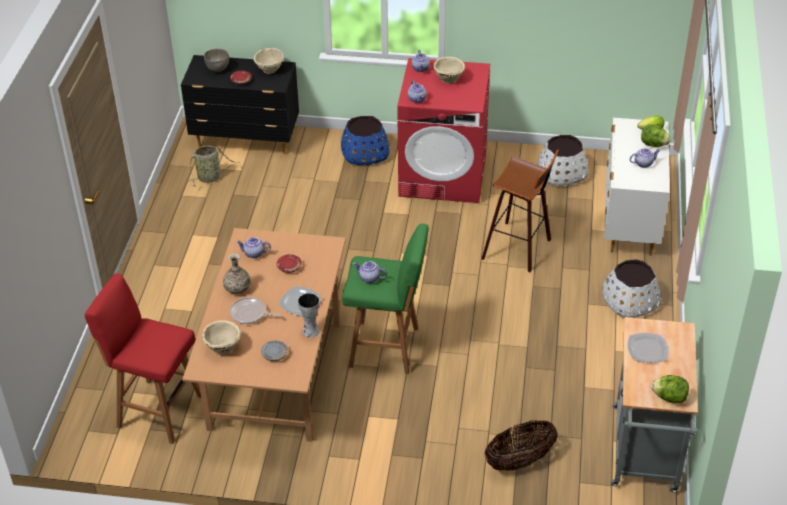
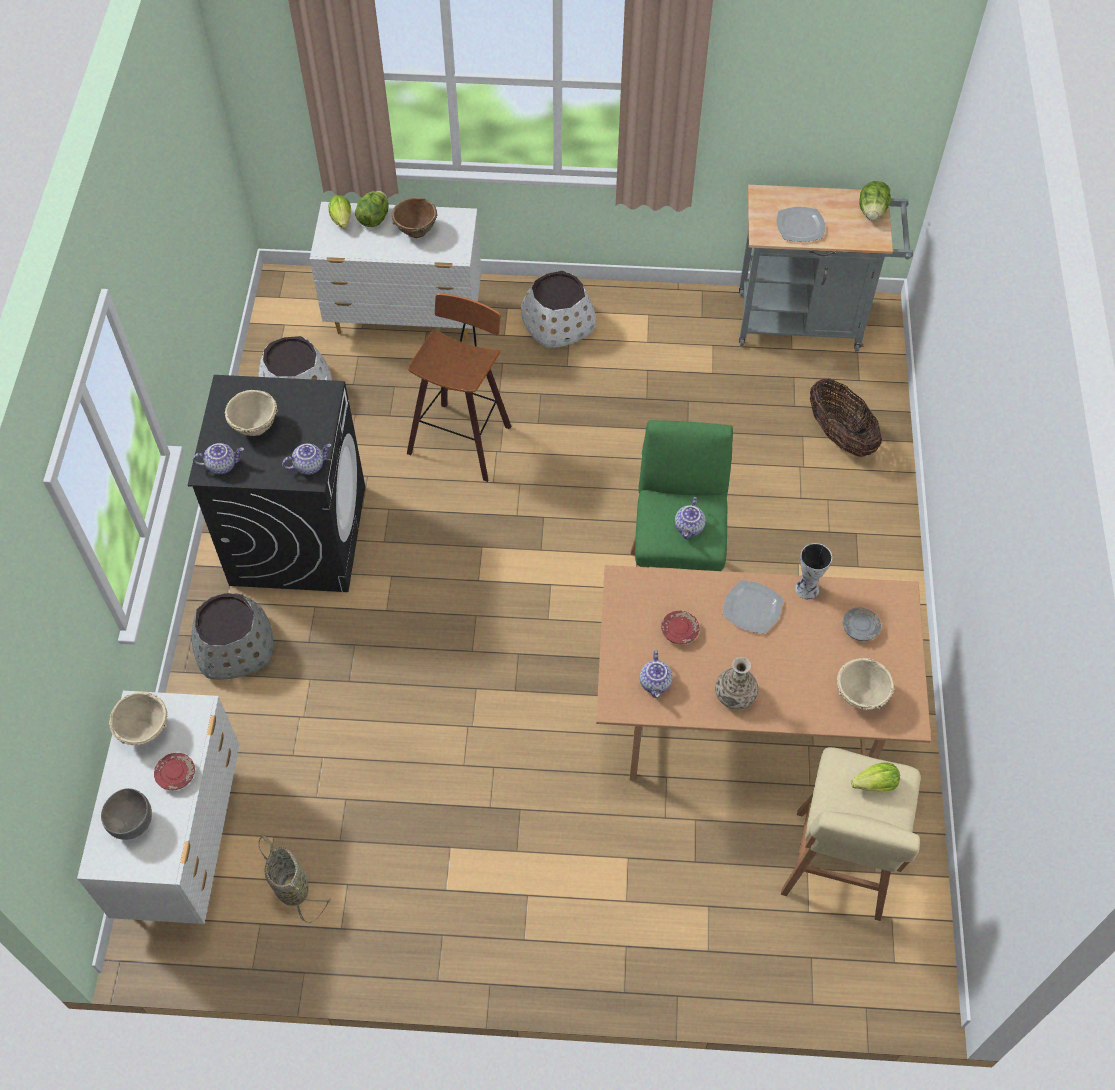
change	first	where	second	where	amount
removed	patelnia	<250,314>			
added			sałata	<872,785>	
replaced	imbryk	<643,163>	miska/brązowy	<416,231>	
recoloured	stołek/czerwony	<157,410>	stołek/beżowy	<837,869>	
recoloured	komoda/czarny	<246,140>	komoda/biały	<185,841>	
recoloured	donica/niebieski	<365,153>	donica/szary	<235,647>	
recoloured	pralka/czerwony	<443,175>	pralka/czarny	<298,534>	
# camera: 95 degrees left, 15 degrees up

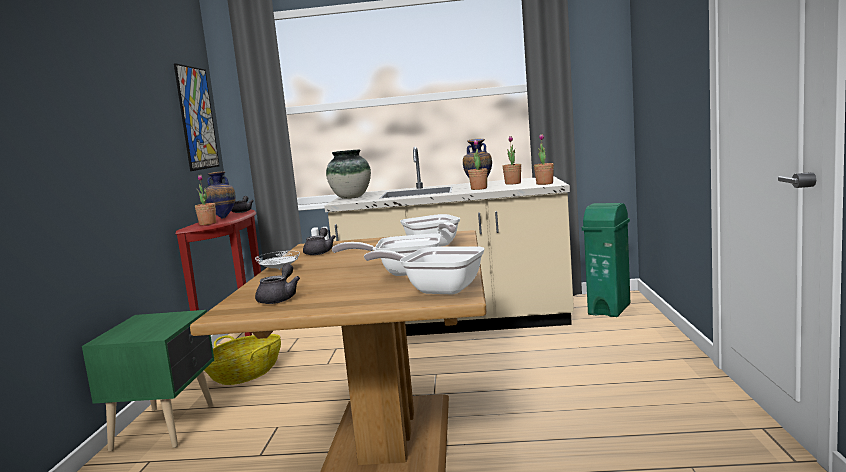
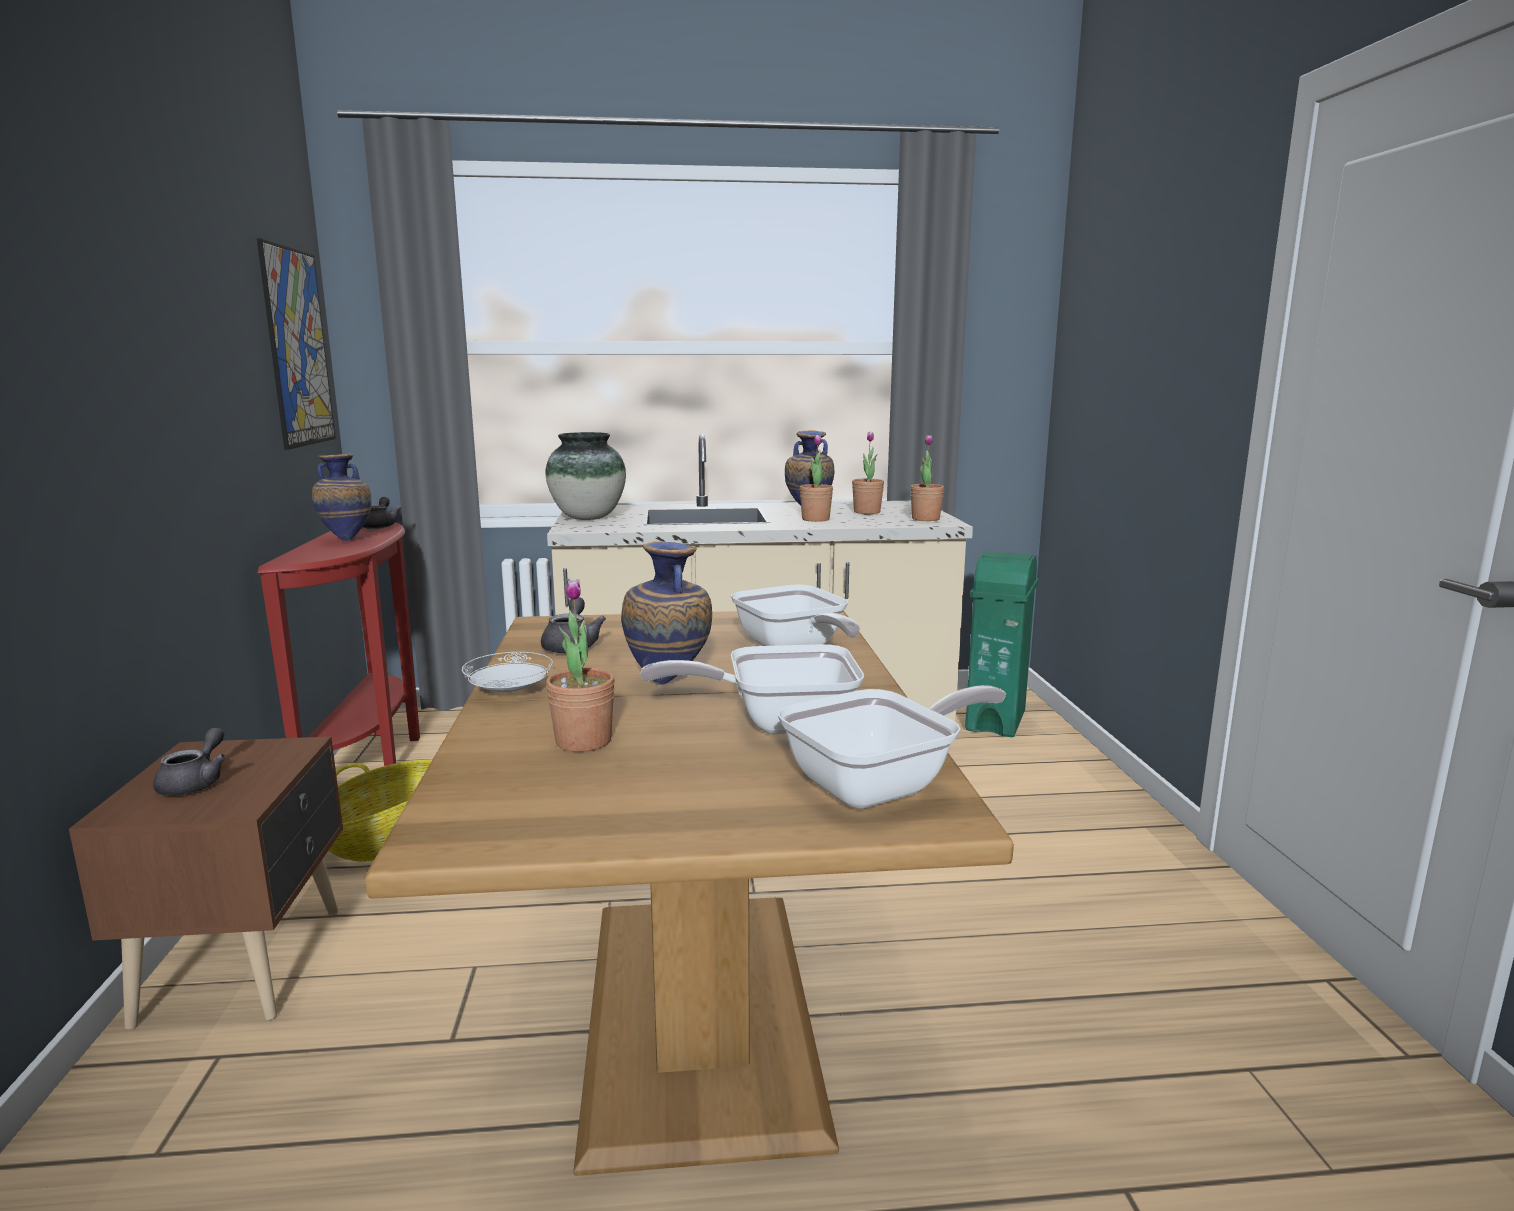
change	first	where	second	where	amount
added			wazon	<669,682>	
moved	roślina doniczkowa	<207,224>		<583,741>	
moved	imbryk/szary	<279,298>		<196,783>	
recoloured	szafka nocna/zielony	<167,426>	szafka nocna/brązowy	<248,963>	
turned	patelnia	<437,289>		<882,785>	135 degrees clockwise
# camera: 10 degrees left, 5 degrees up

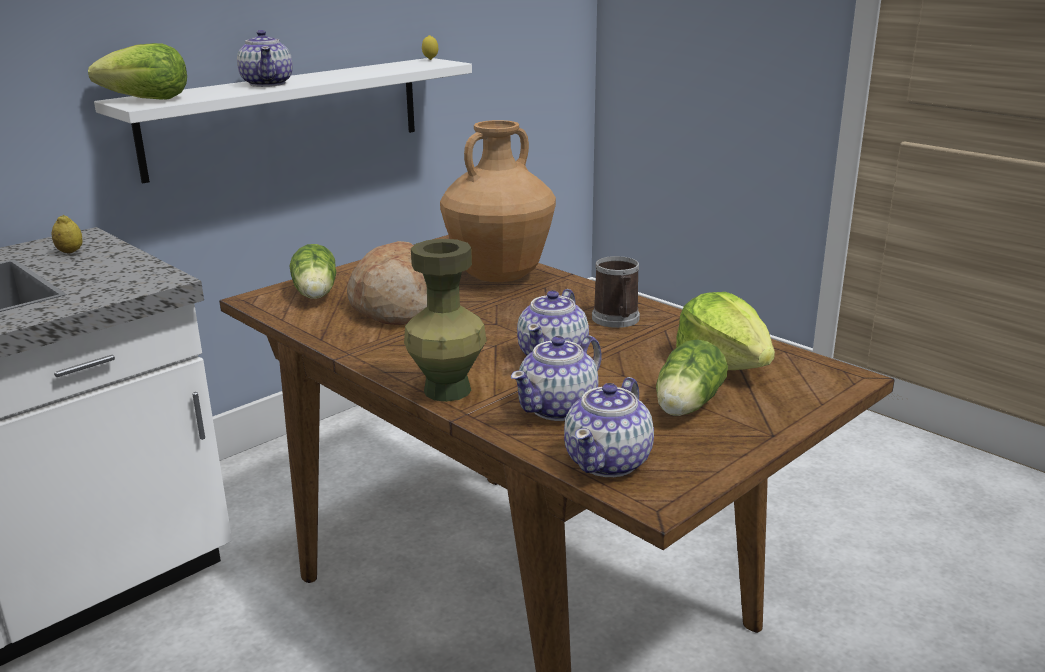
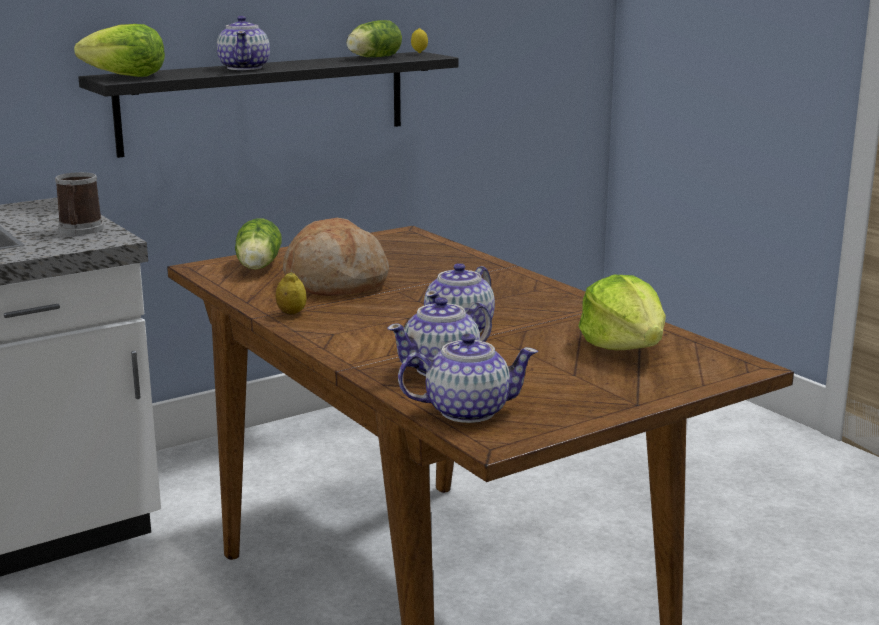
change	first	where	second	where	amount
removed	wazon/zielony	<447,390>			
removed	wazon/brązowy	<499,277>			
moved	cytryna	<70,252>		<291,313>	
moved	kubek	<617,320>		<79,230>	
moved	sałata	<685,407>		<372,58>	
recoloured	półka/biały	<287,116>	półka/czarny	<266,101>	
turned	imbryk	<609,461>		<466,411>	135 degrees counterclockwise
# camera: 10 degrees right, 5 degrees down

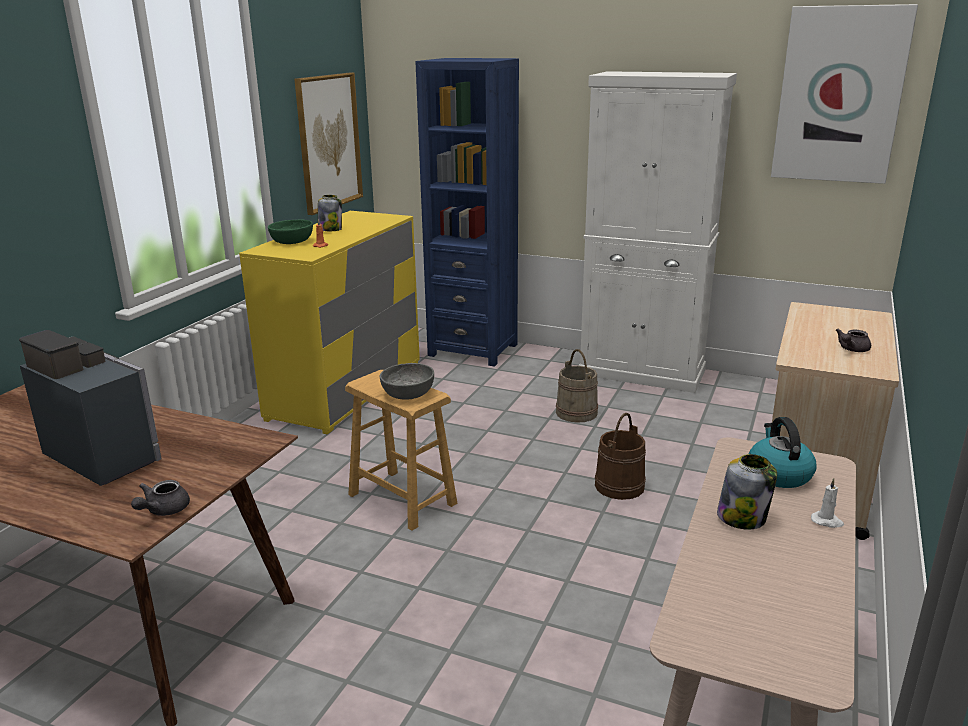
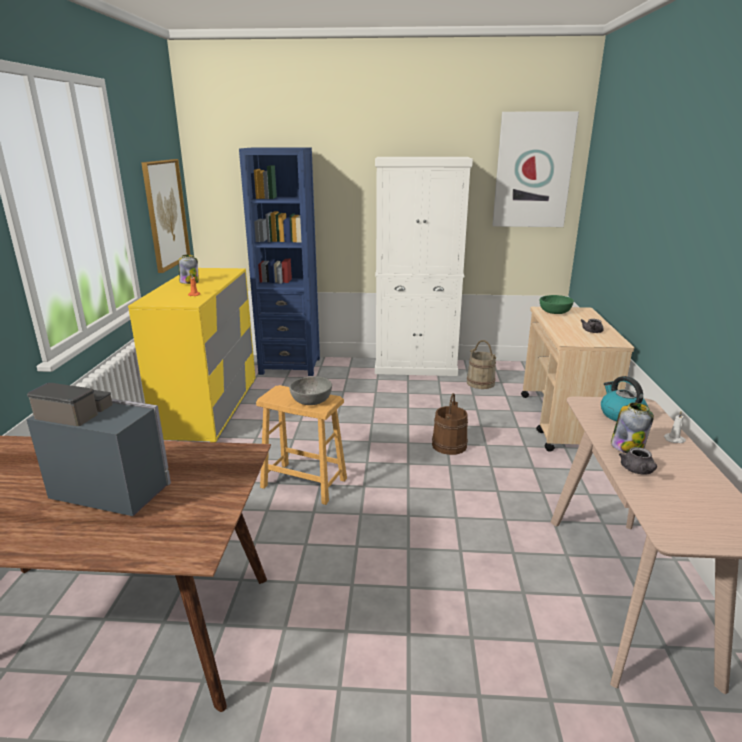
change	first	where	second	where	amount
moved	imbryk/szary	<163,510>		<638,471>	
moved	miska/zielony	<291,241>		<555,312>	
moved	wiadro/beżowy	<577,412>		<480,383>	
# camera: 20 degrees left, 0 degrees up

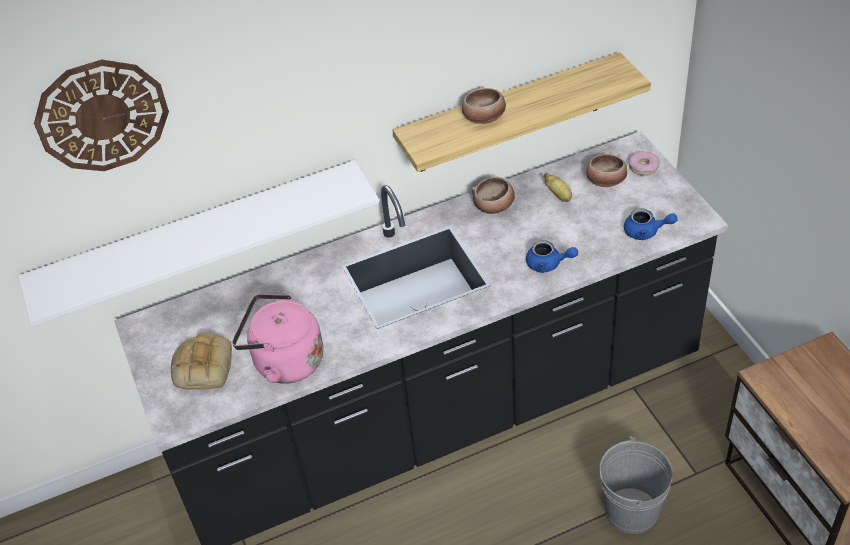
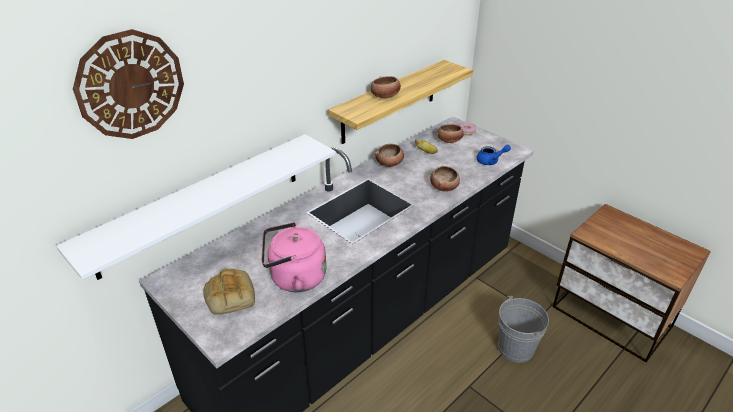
change	first	where	second	where	amount
replaced	imbryk/niebieski	<548,264>	miska	<444,187>	
# camera: 25 degrees left, 10 degrees down

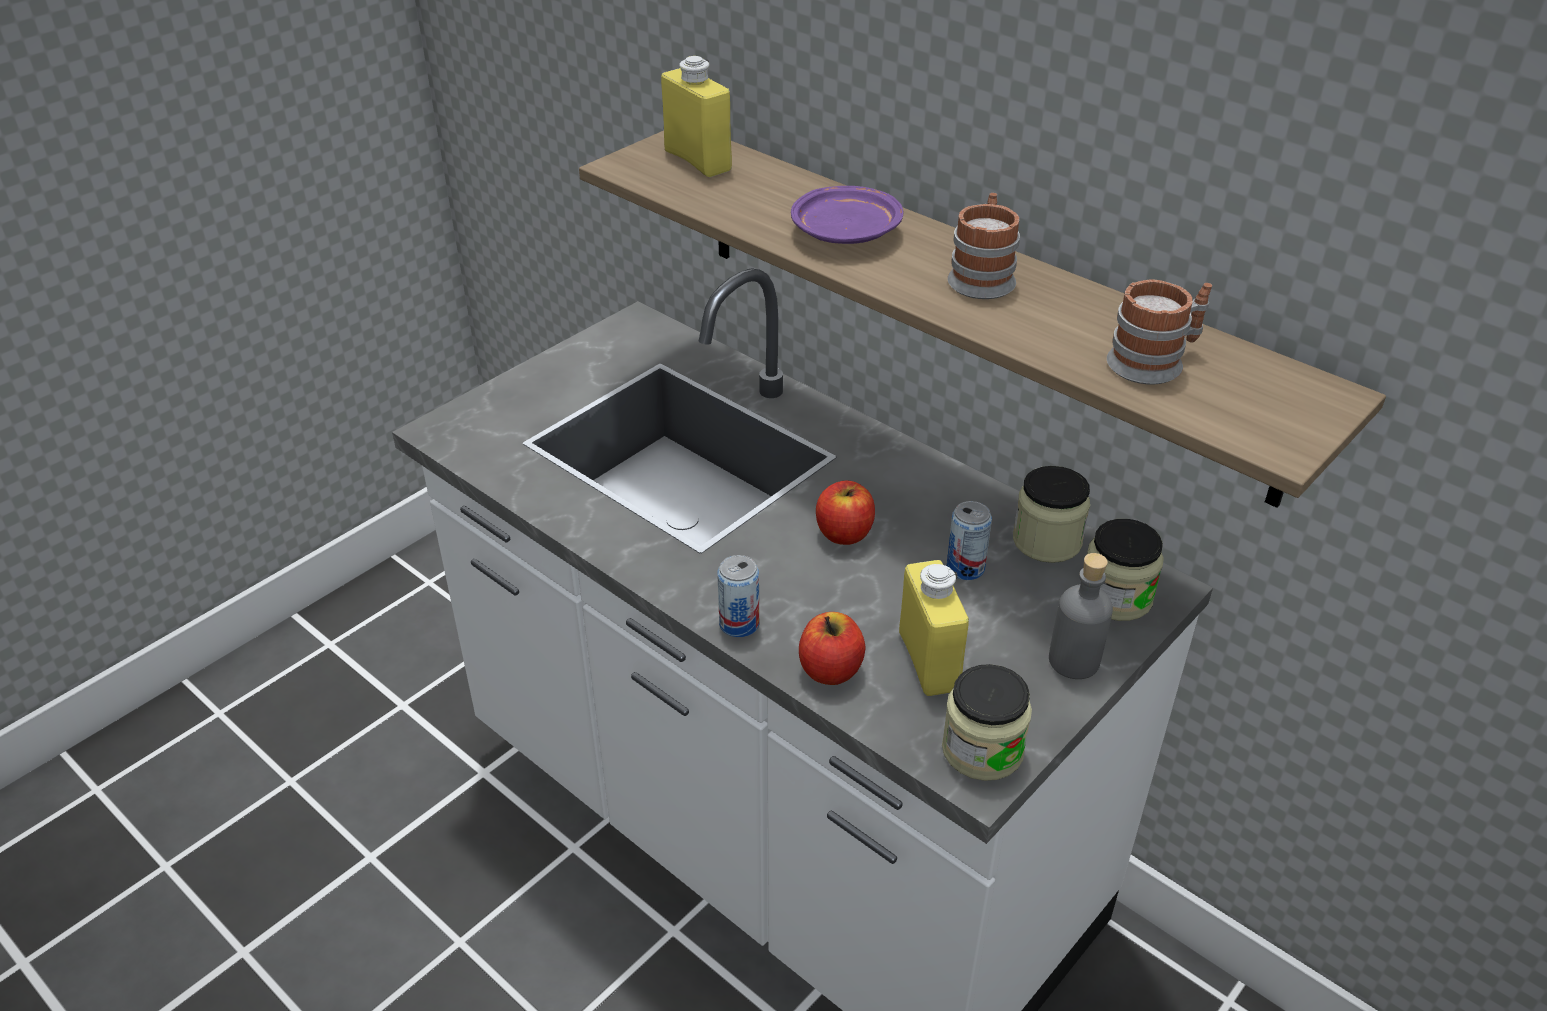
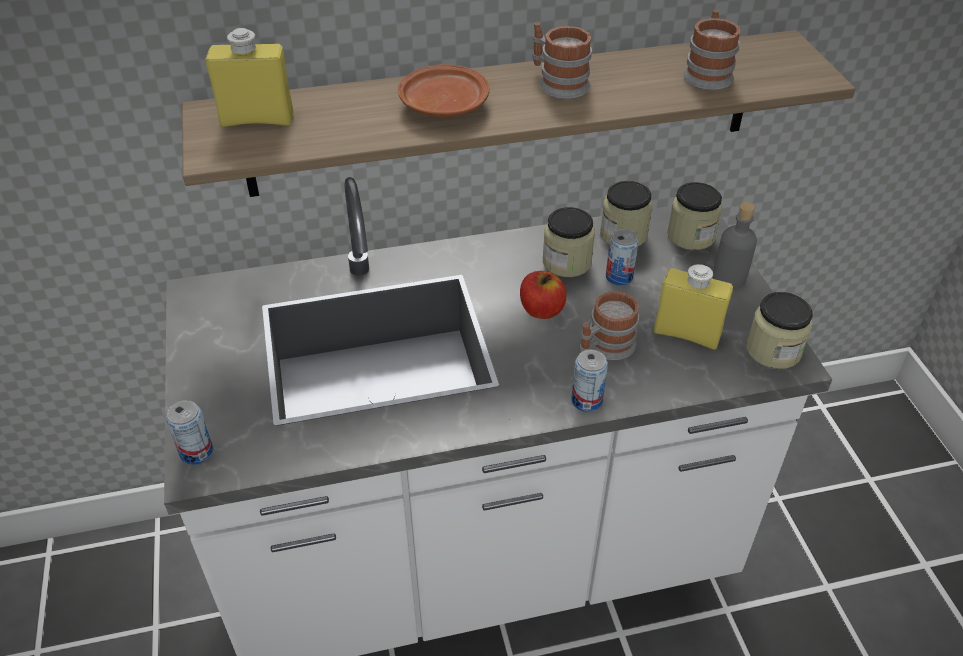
change	first	where	second	where	amount
removed	jabłko	<831,670>			
added			puszka	<196,452>	
added			słoik	<566,262>	
added			kubek	<604,347>	
recoloured	talerz/fioletowy	<846,232>	talerz/brązowy	<443,105>	
# camera: 55 degrees left, 5 degrees up

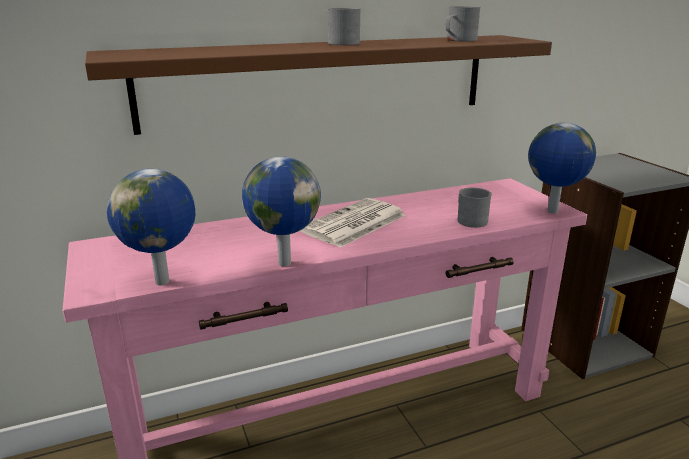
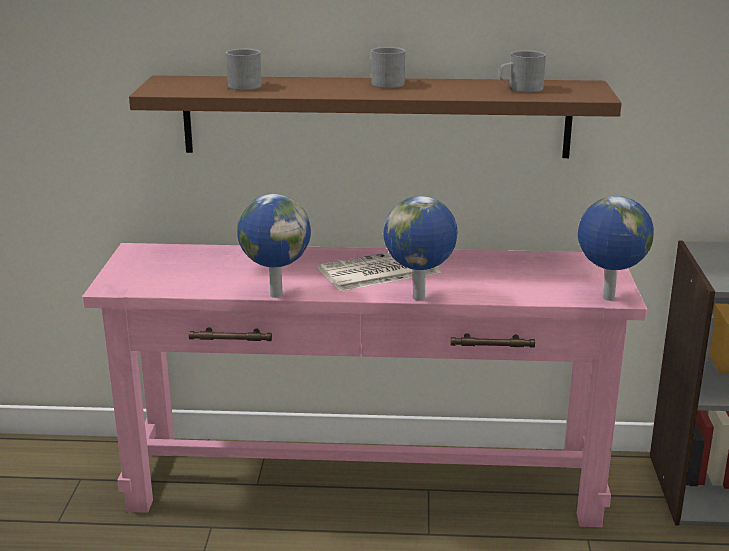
change	first	where	second	where	amount
moved	globus	<164,282>		<420,298>	
moved	kubek/szary	<469,219>		<246,85>	
# camera: 25 degrees right, 0 degrees up

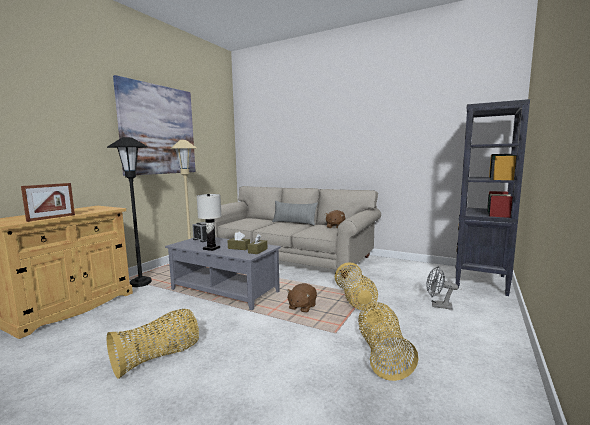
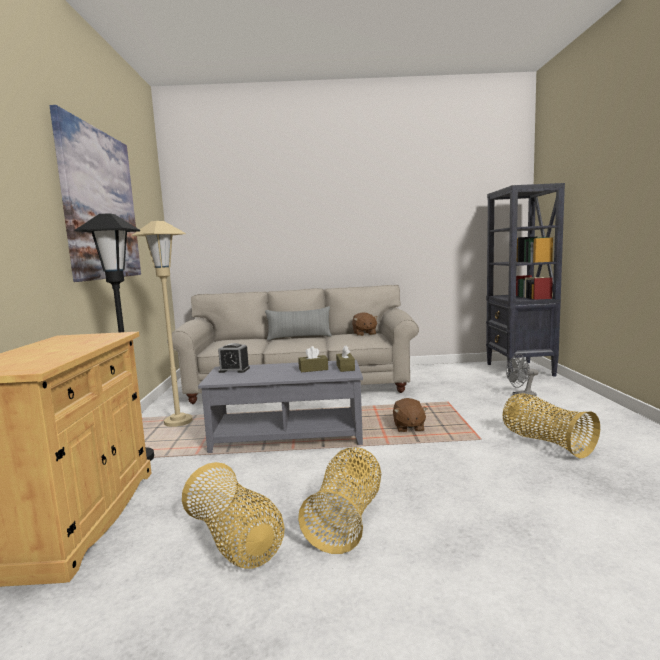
change	first	where	second	where	amount
removed	ramka na zdjęcie	<51,218>			
removed	lampa stołowa/biały	<211,248>			
moved	koszyk	<355,300>		<235,542>	
# camera: 30 degrees left, 0 degrees up

